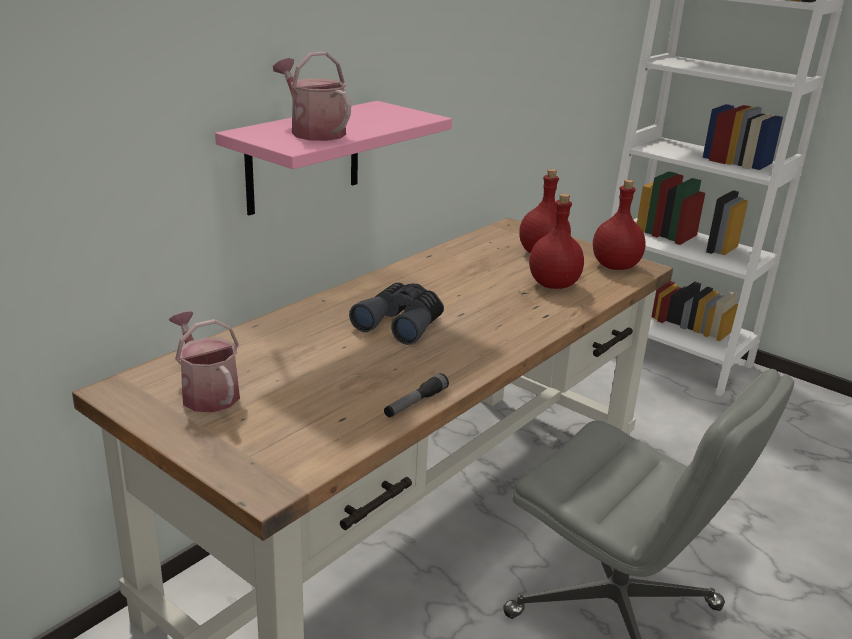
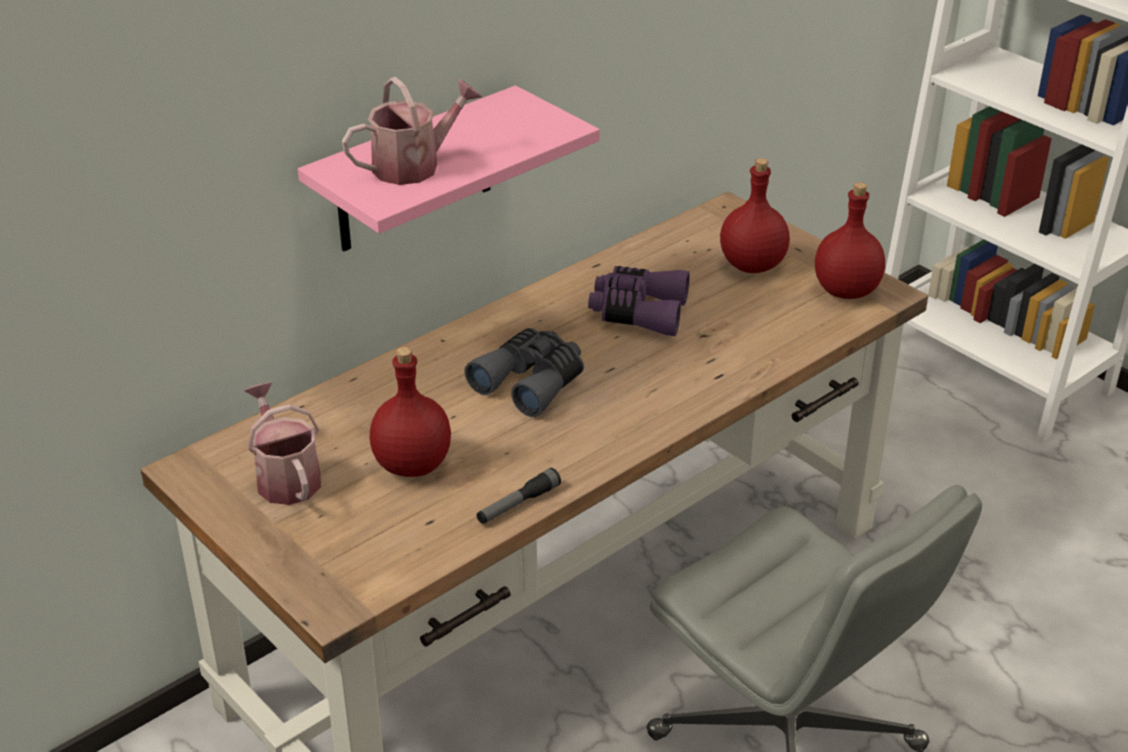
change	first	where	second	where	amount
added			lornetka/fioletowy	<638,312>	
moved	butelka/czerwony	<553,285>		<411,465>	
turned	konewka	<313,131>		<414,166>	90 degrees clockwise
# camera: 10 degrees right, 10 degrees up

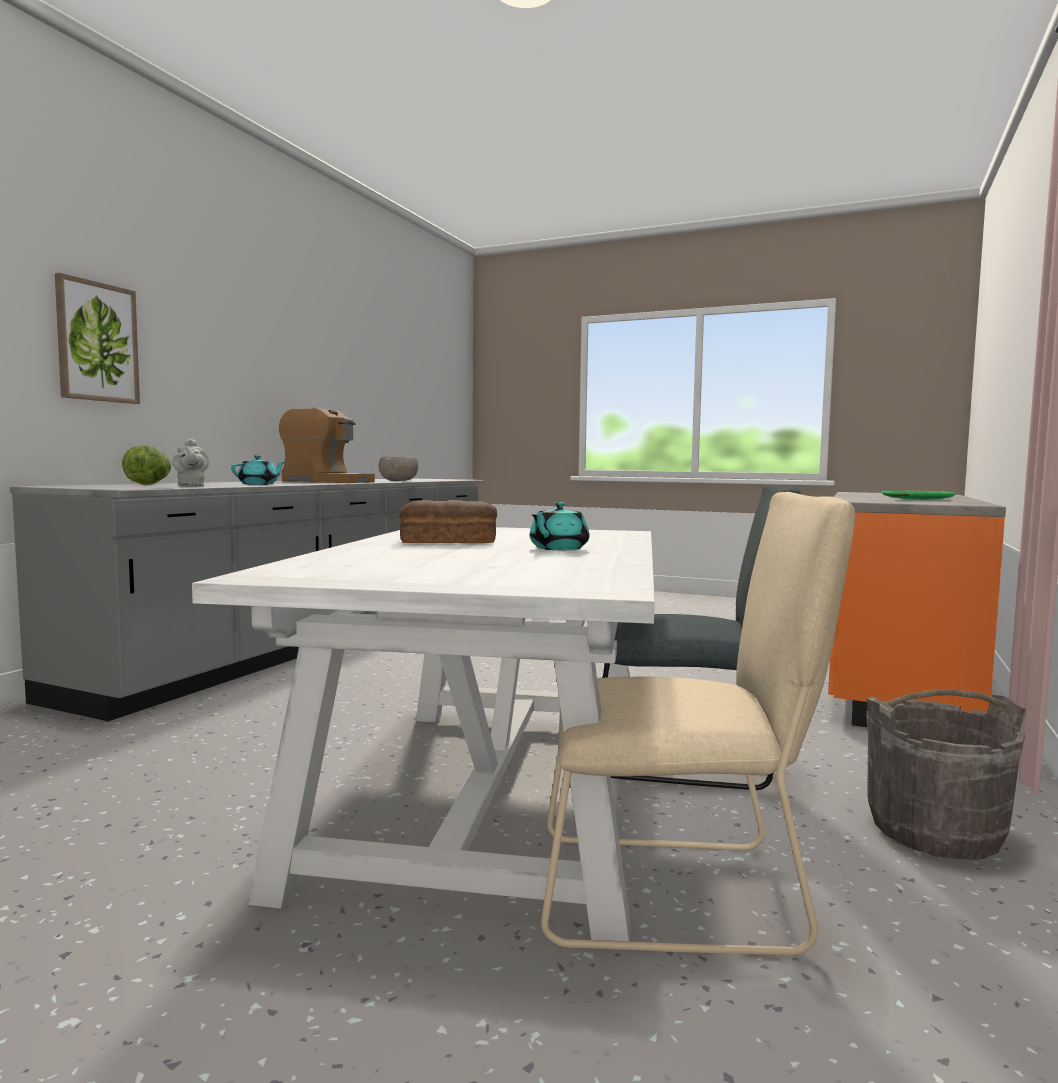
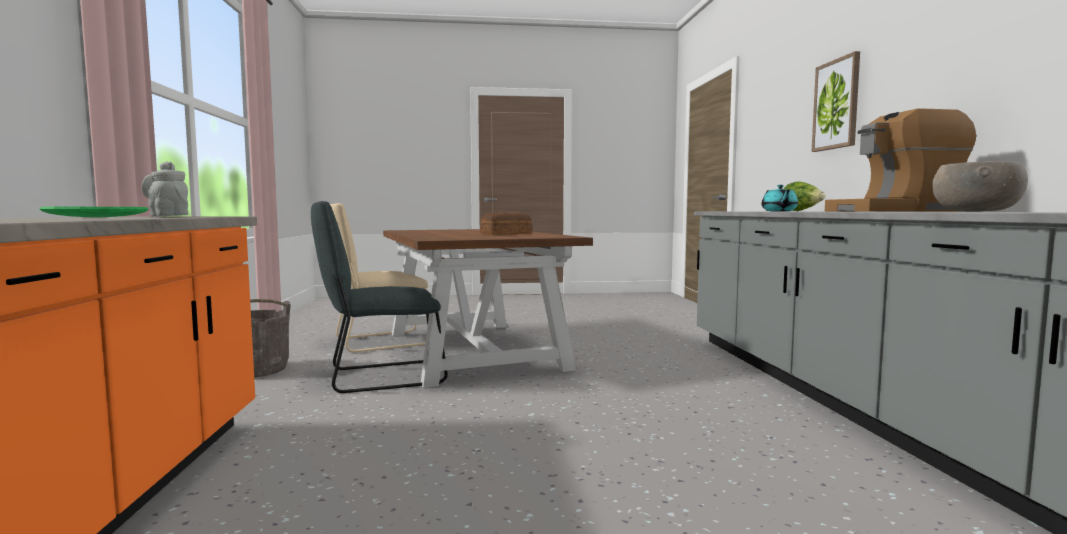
change	first	where	second	where	amount
removed	imbryk/turkusowy	<558,549>			
moved	imbryk/szary	<191,486>		<167,216>	
recoloured	stół jadalny/biały	<492,795>	stół jadalny/brązowy	<471,349>	
# camera: 150 degrees right, 0 degrees up

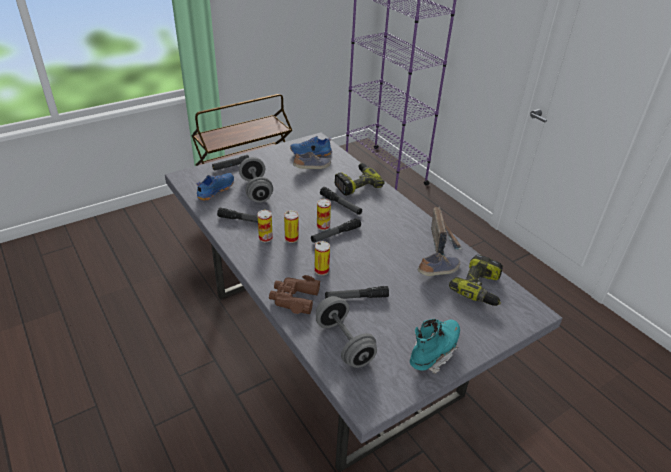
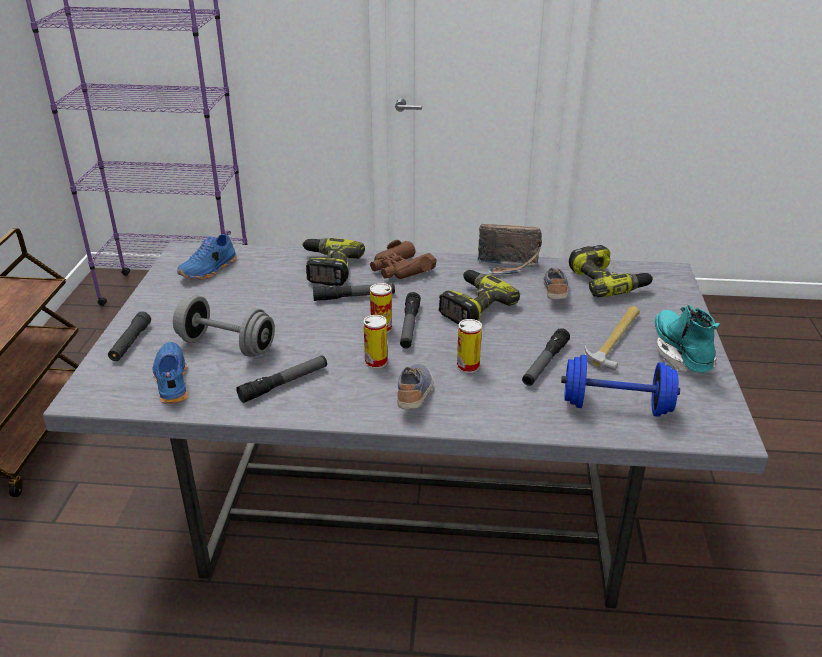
change	first	where	second	where	amount
removed	puszka	<265,238>			
added			wiertarka	<472,306>	
added			młotek	<615,340>	
moved	lornetka/brązowy	<294,299>		<400,269>	
moved	but	<312,167>		<415,394>	
recoloured	hantel/szary	<344,343>	hantel/niebieski	<616,406>	
turned	radio	<443,241>		<508,267>	150 degrees clockwise
# camera: 50 degrees left, 5 degrees down

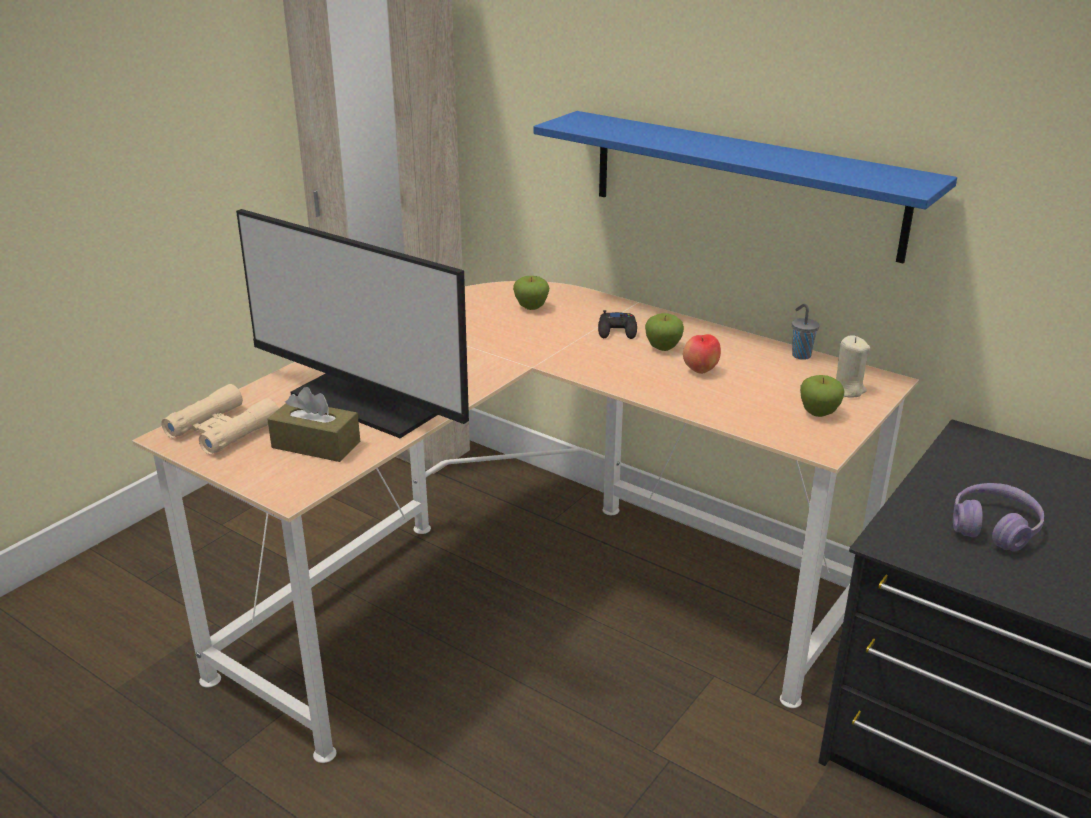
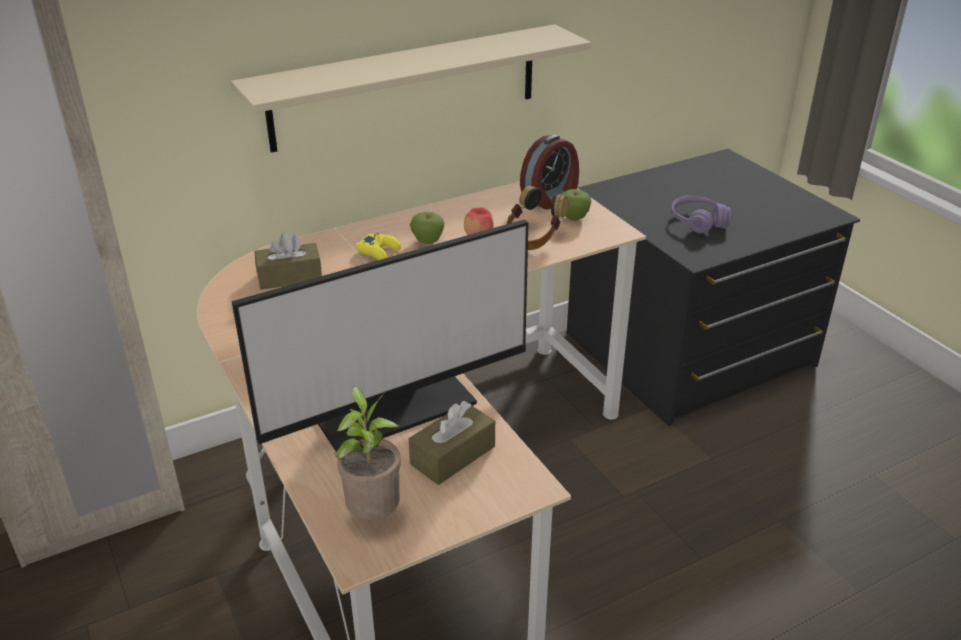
change	first	where	second	where	amount
removed	filiżanka/szary	<800,355>			
added			słuchawki	<533,239>	
replaced	lornetka/beżowy	<222,429>	roślina doniczkowa	<373,514>	
replaced	jabłko	<531,307>	pudełko chusteczek/brązowy	<290,277>	
replaced	świeca/beżowy	<846,390>	budzik	<550,198>	
recoloured	półka/niebieski	<744,184>	półka/beżowy	<406,87>	
recoloured	pad do gier/czarny	<617,331>	pad do gier/żółty	<379,251>	
# camera: 65 degrees left, 5 degrees up

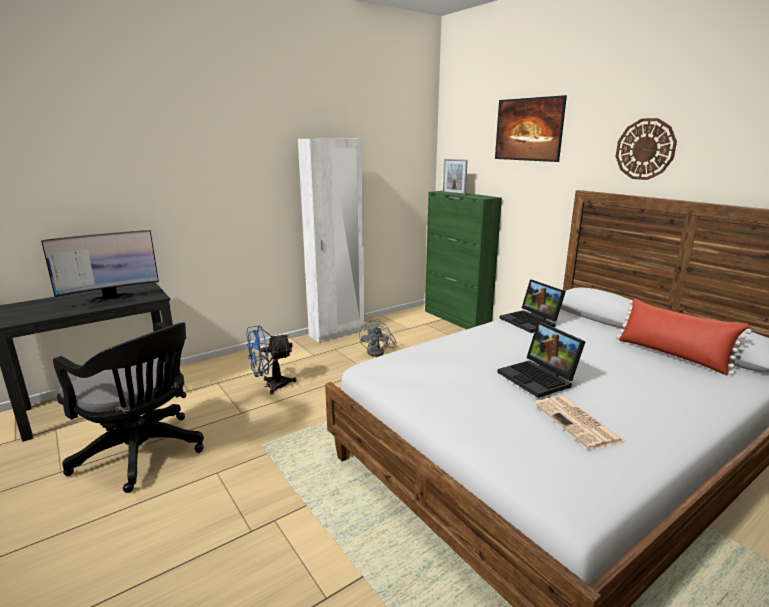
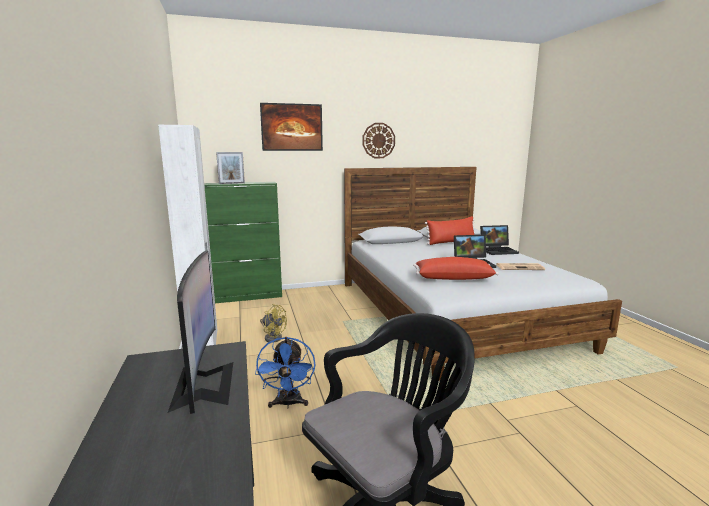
change	first	where	second	where	amount
added			poduszka/czerwony	<453,278>	
moved	laptop	<531,321>		<498,250>	
recoloured	wentylator/szary	<379,352>	wentylator/żółty	<273,337>	
# camera: 70 degrees left, 5 degrees down

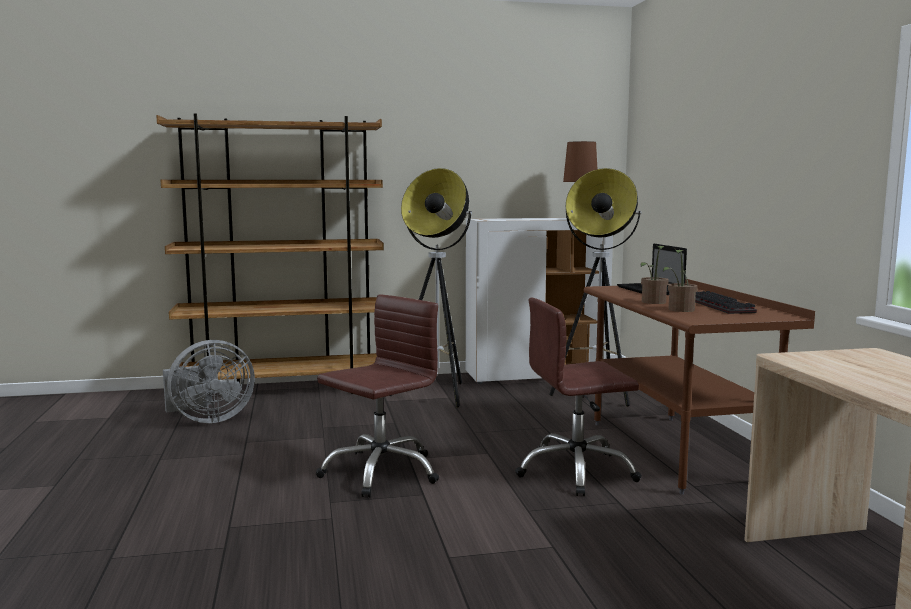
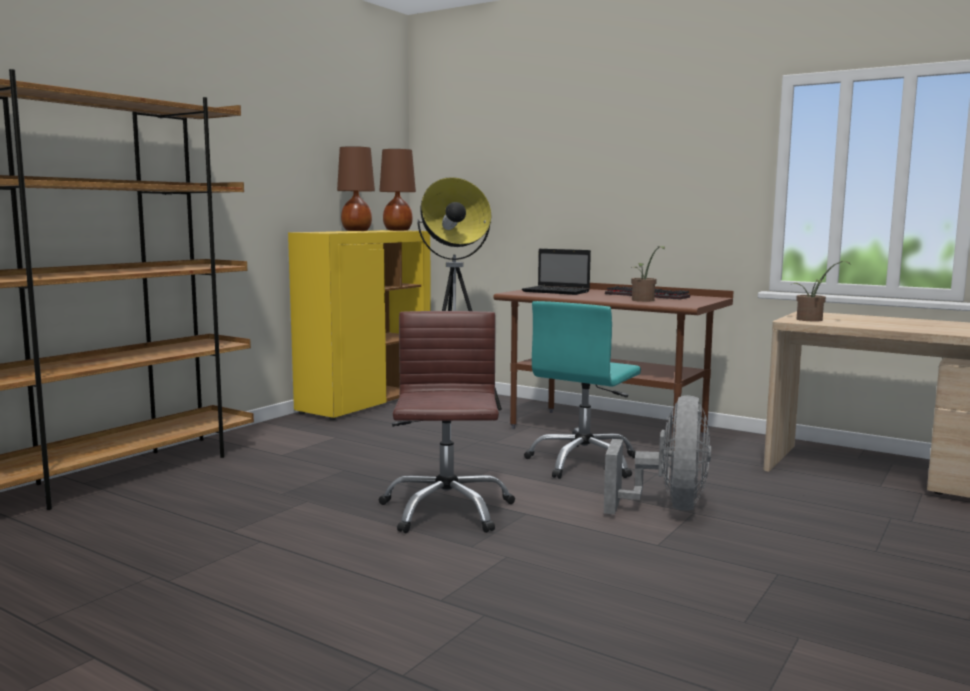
change	first	where	second	where	amount
removed	lampa stojąca	<438,394>			
added			lampa stołowa/brązowy	<356,231>	
moved	wentylator/szary	<208,419>		<667,507>	
moved	roślina doniczkowa	<653,302>		<812,320>	
recoloured	szafka/biały	<536,375>	szafka/żółty	<366,402>	
recoloured	krzesło biurowe/brązowy	<576,471>	krzesło biurowe/turkusowy	<584,463>	
# camera: 45 degrees left, 0 degrees up

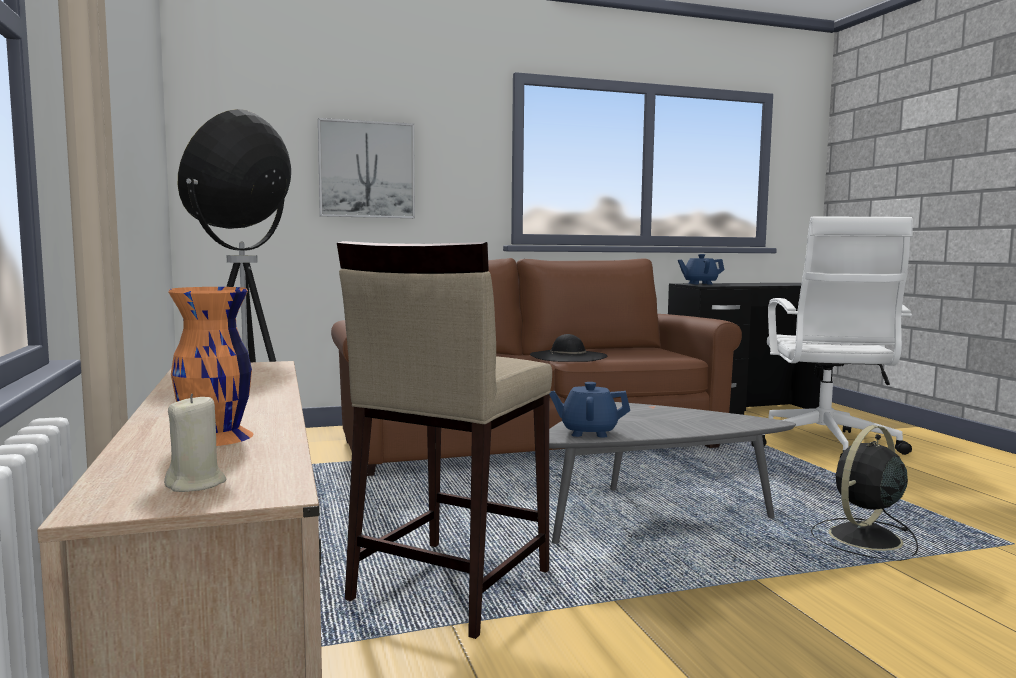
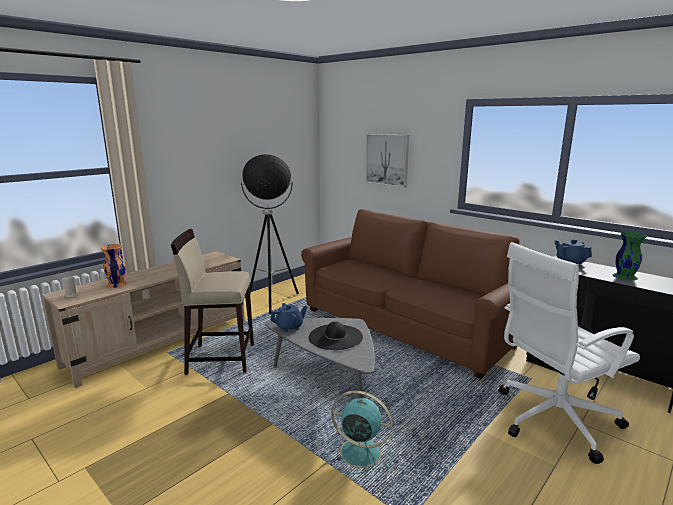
change	first	where	second	where	amount
added			wazon/zielony	<624,276>	
moved	kapelusz/czarny	<568,356>		<335,337>	
recoloured	wentylator/czarny	<863,539>	wentylator/turkusowy	<358,452>	
turned	imbryk/niebieski	<588,432>		<289,327>	90 degrees clockwise
# camera: 60 degrees right, 10 degrees up

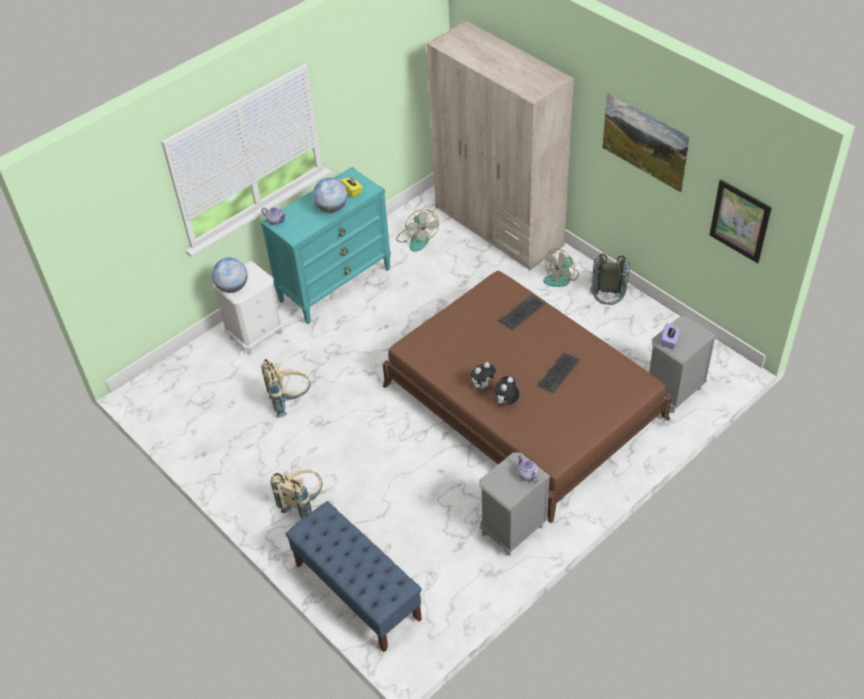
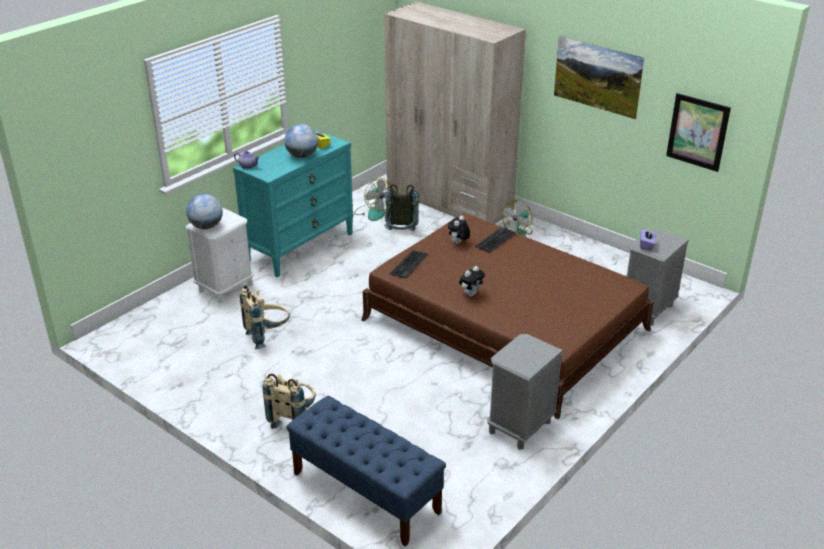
change	first	where	second	where	amount
removed	imbryk	<526,475>			
moved	pluszak	<506,402>		<458,243>	
moved	klawiatura	<558,372>		<408,264>	
moved	plecak/szary	<607,302>		<401,235>	
# camera: 10 degrees left, 15 degrees down

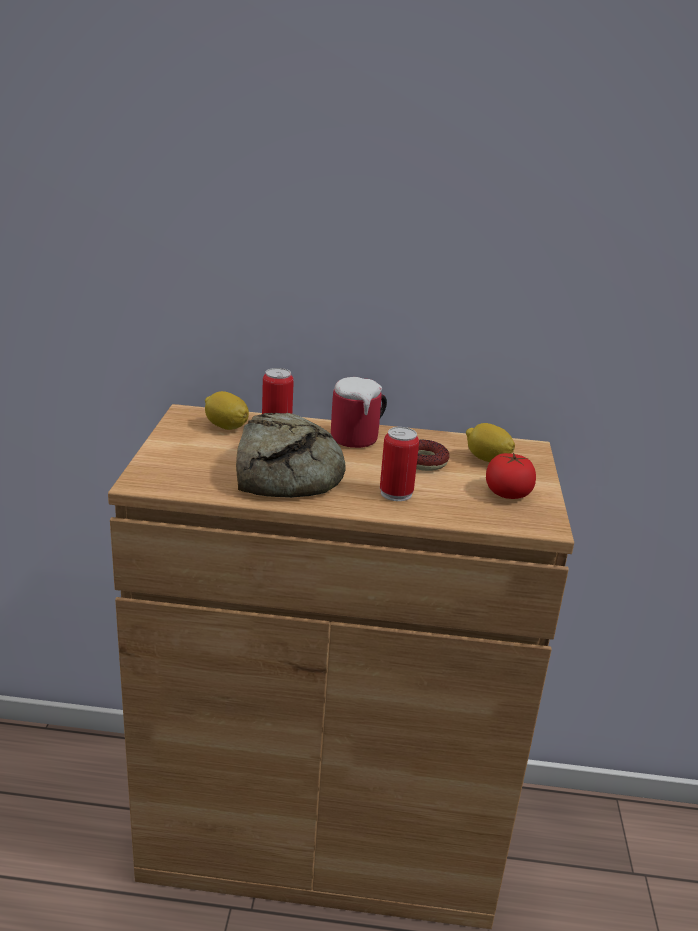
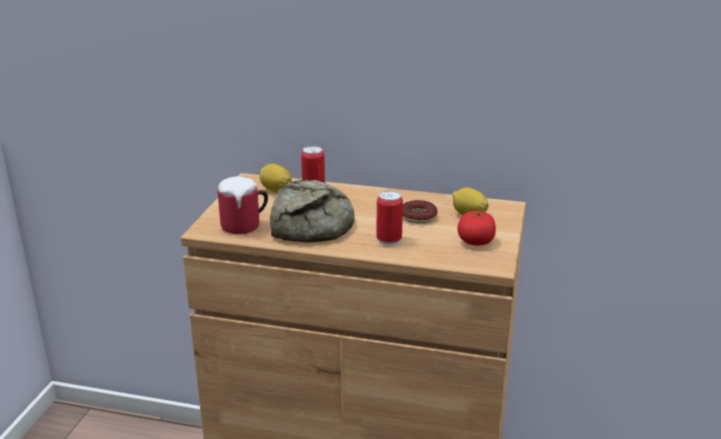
change	first	where	second	where	amount
moved	kubek	<360,438>		<246,226>	
# camera: 10 degrees right, 0 degrees up

